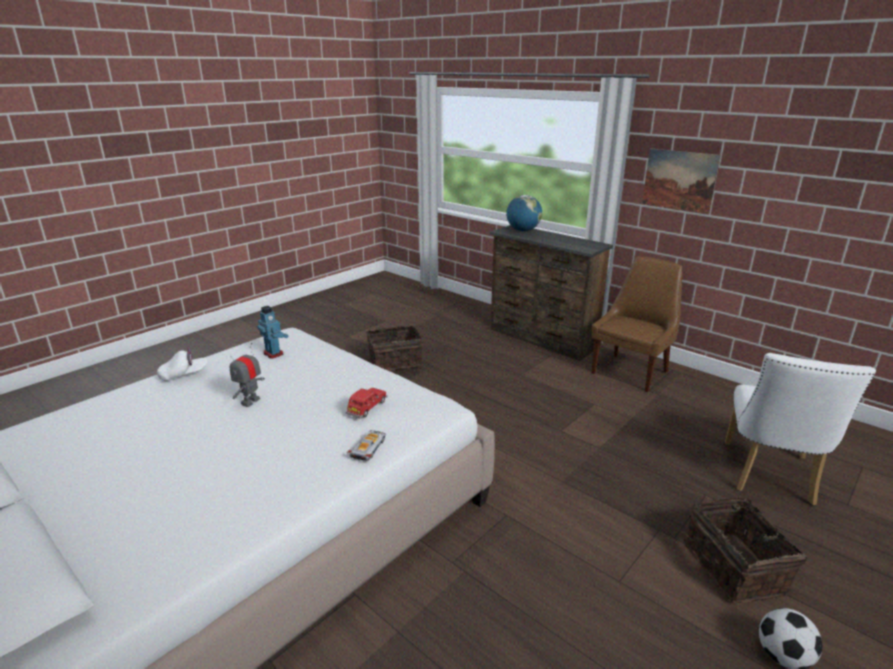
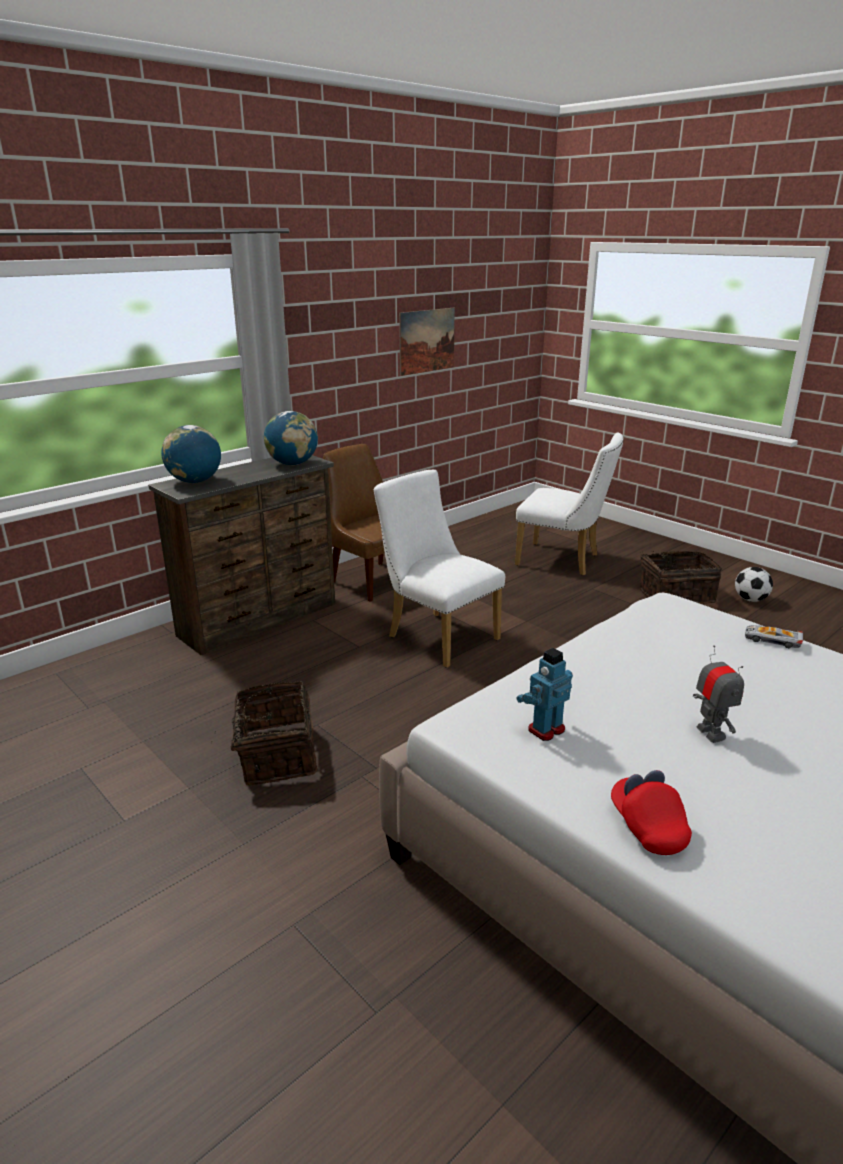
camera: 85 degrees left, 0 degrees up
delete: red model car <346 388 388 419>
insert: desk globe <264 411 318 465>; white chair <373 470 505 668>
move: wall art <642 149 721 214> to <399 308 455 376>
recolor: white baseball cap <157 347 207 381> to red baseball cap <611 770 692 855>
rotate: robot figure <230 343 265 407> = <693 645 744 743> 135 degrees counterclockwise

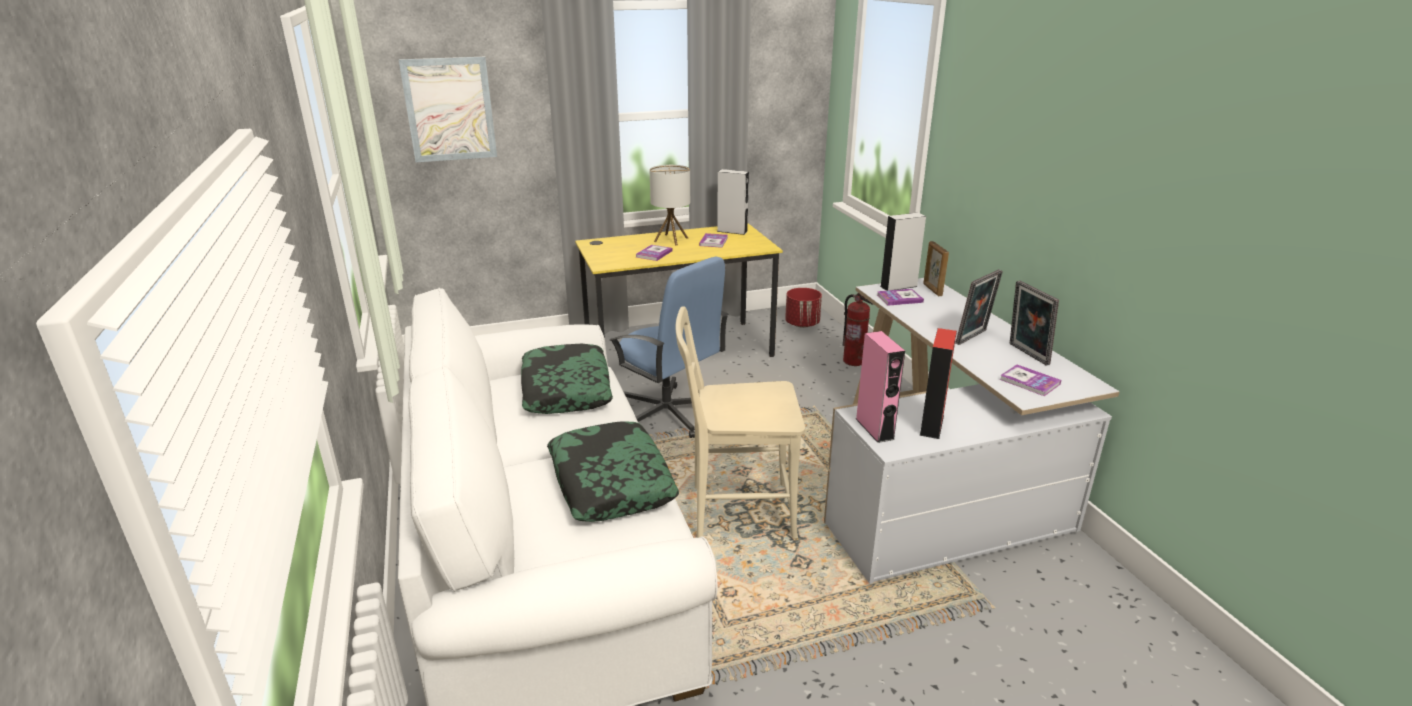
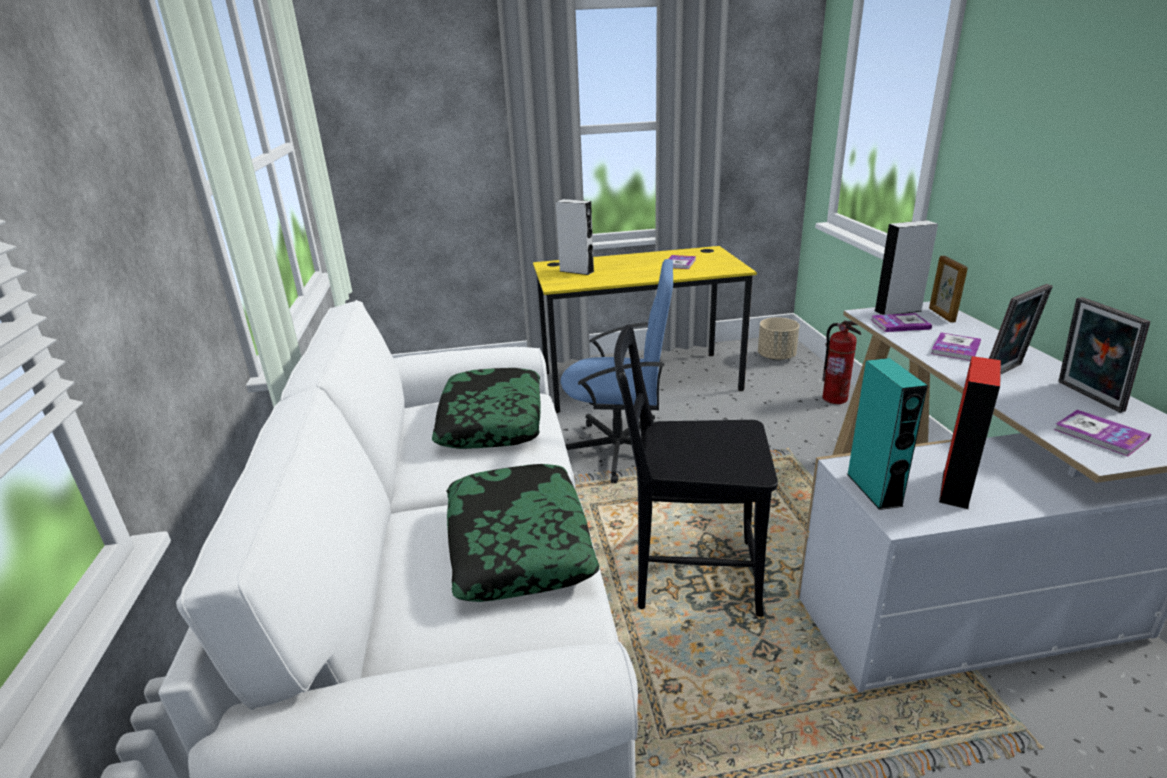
camera: 10 degrees right, 0 degrees up
delete: wall art <399 57 497 162>; lamp for a table <650 165 690 246>
move: greyish loudspeaker <717 169 749 235> to <556 199 595 275>; book <636 245 672 261> to <931 332 981 361>
recolor: beige-coloured chair <675 306 805 539> to black-coloured chair <614 324 778 617>; red flower pot <785 288 822 328> to beige-coloured flower pot <758 317 799 361>; pinkish loudspeaker <856 331 905 443> to turquoise loudspeaker <847 358 928 510>
rotate: bluish desk chair <609 257 729 438> = <560 259 673 483> 45 degrees counterclockwise

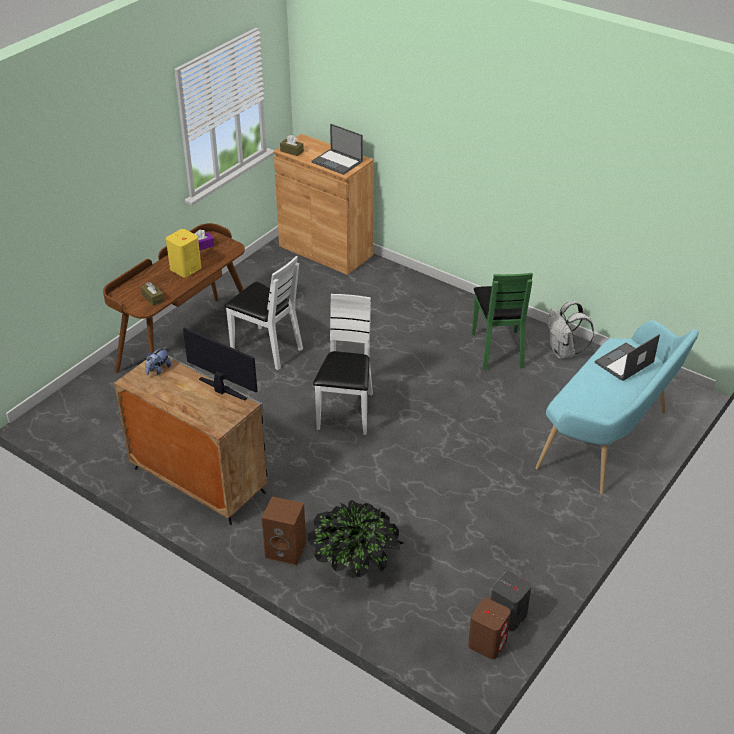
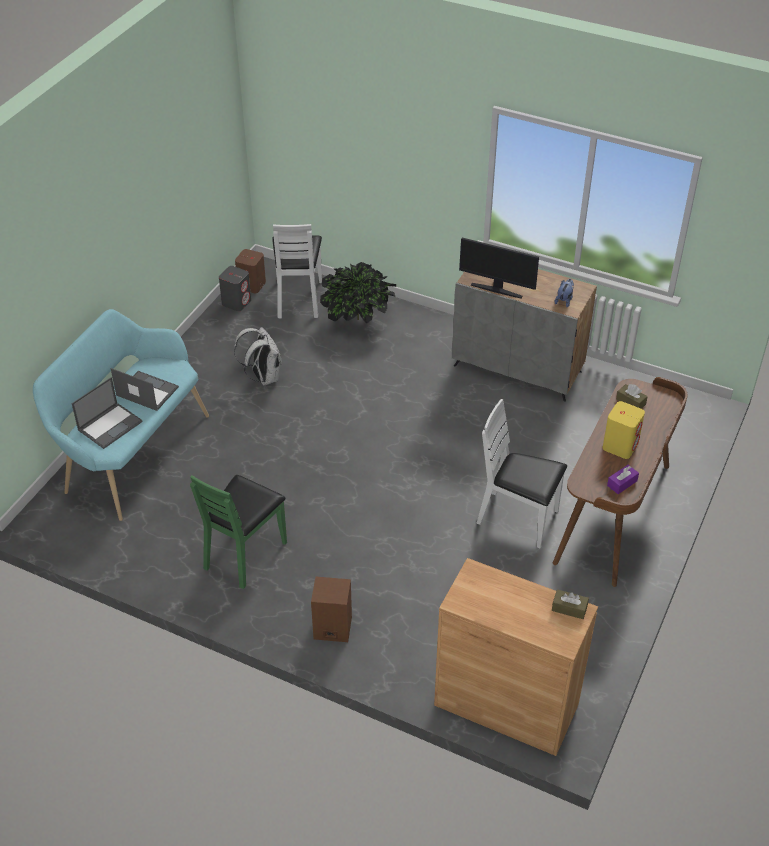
camera: 170 degrees right, 5 degrees up
move: notebook computer <312 123 363 175> to <111 368 179 411>; white knapsack <548 301 594 359> to <234 327 282 386>; white chair <313 294 373 435> to <272 224 322 318>; brown-coloured loudspeaker <262 496 306 565> to <311 577 352 642>
rotate: green-coloured chair <472 273 533 370> = <190 475 287 589> 135 degrees counterclockwise

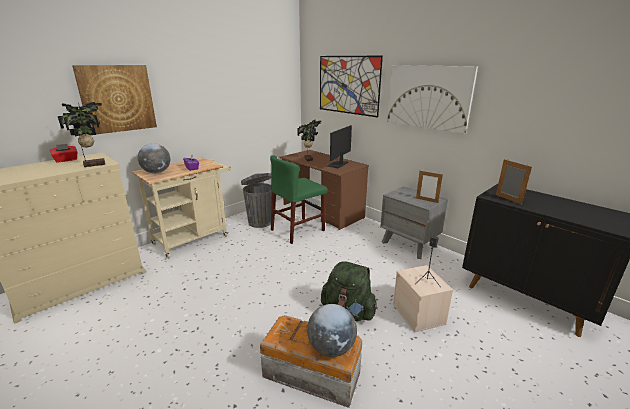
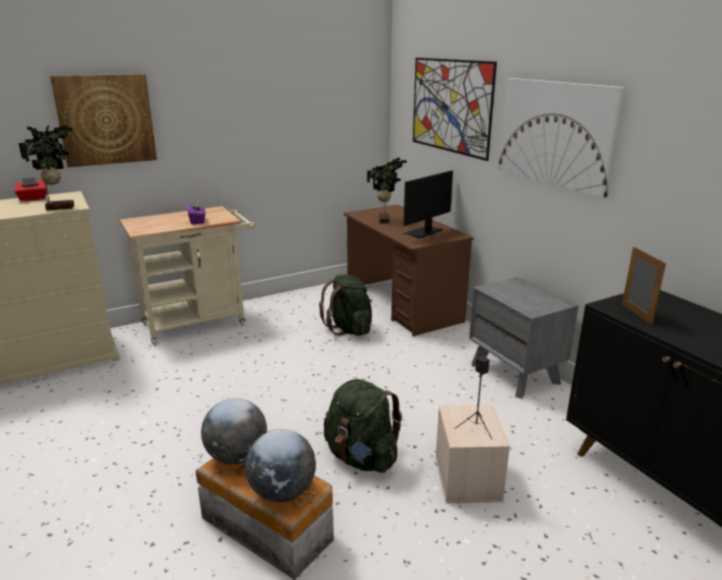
camera: 15 degrees right, 0 degrees up
delete: greyish waste bin <241 173 272 228>; photo frame <416 170 443 203>
move: desk globe <138 144 170 173> to <201 398 267 464>
replace: green-coloured chair <270 155 328 244> to green-coloured knapsack <319 274 372 336>

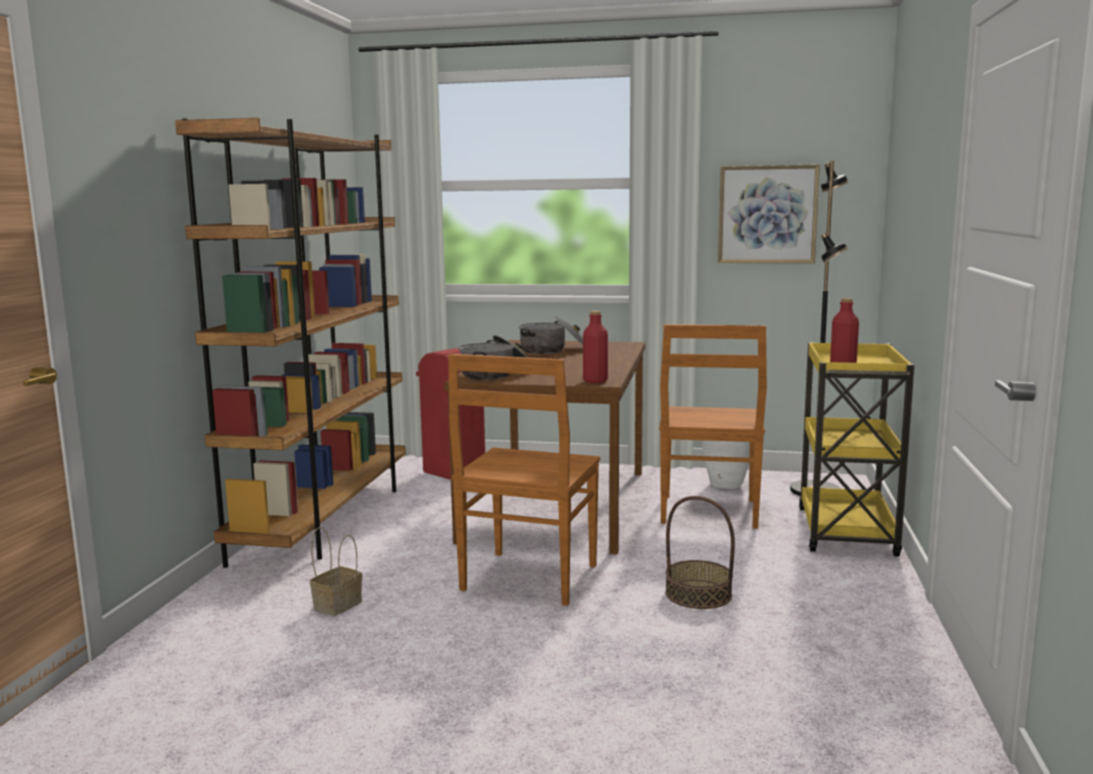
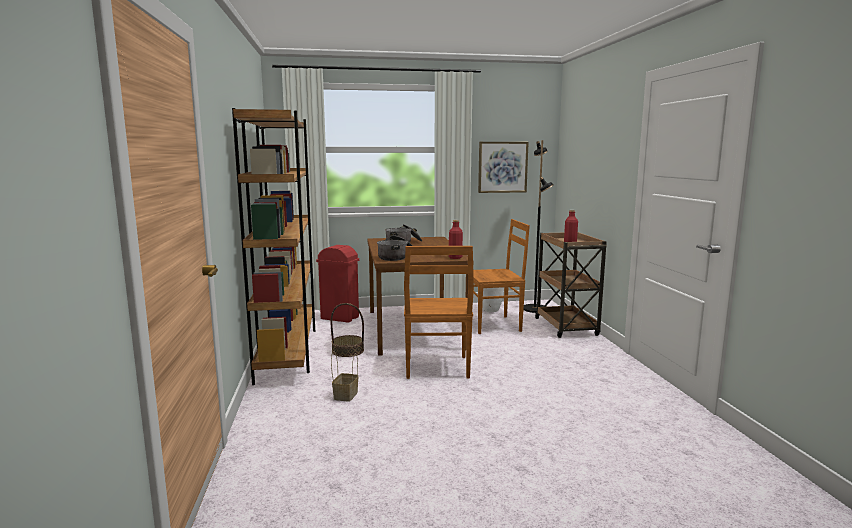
camera: 20 degrees left, 0 degrees up
move: basket <665 496 735 609> to <331 303 364 357>
recolor: yellow-coloured cart <799 342 914 557> to brown-coloured cart <535 232 607 338>
rotate: brown-coloured chair <659 324 767 529> = <473 219 530 334> 90 degrees counterclockwise

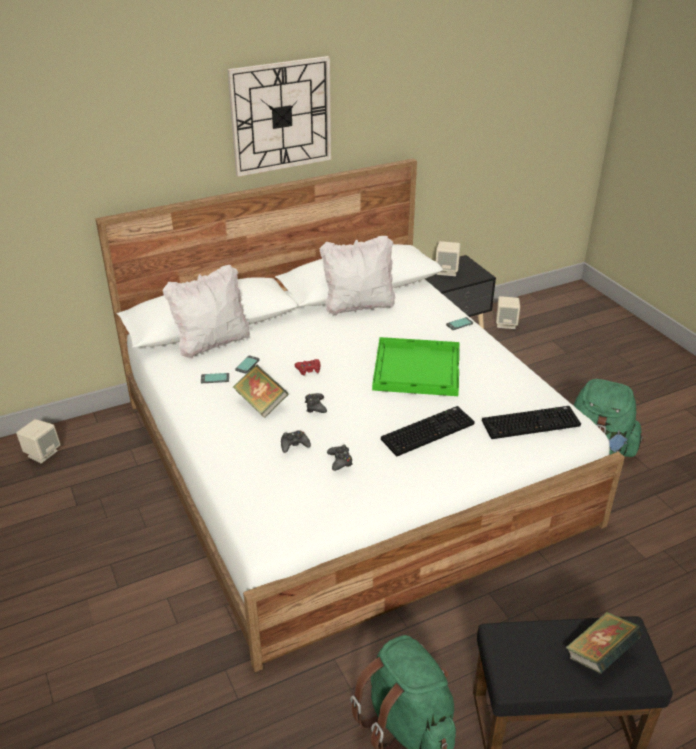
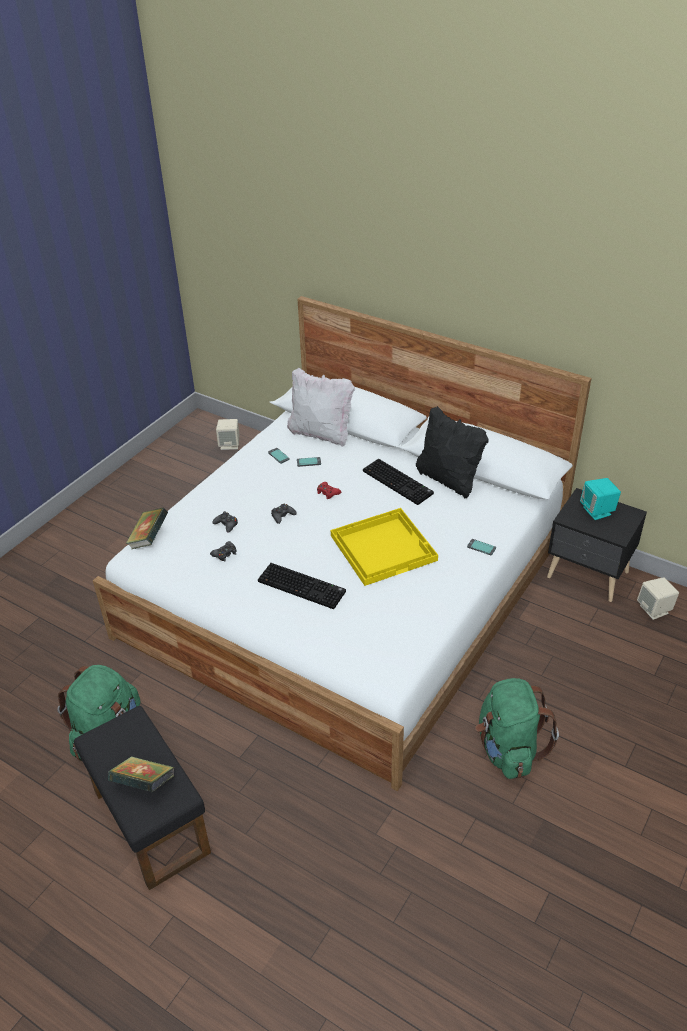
camera: 60 degrees right, 5 degrees up
delete: wall clock <227 56 331 177>
move: book <233 365 288 418> to <126 508 168 549>; keyboard <482 406 581 439> to <363 459 434 505>
recolor: green-coloured serving tray <372 337 459 396> to yellow-coloured serving tray <331 508 438 586>; white throw pillow <320 236 396 316> to black-coloured throw pillow <416 406 489 498>; beige-coloured loudspeaker <435 241 461 276> to turquoise loudspeaker <580 478 621 520>

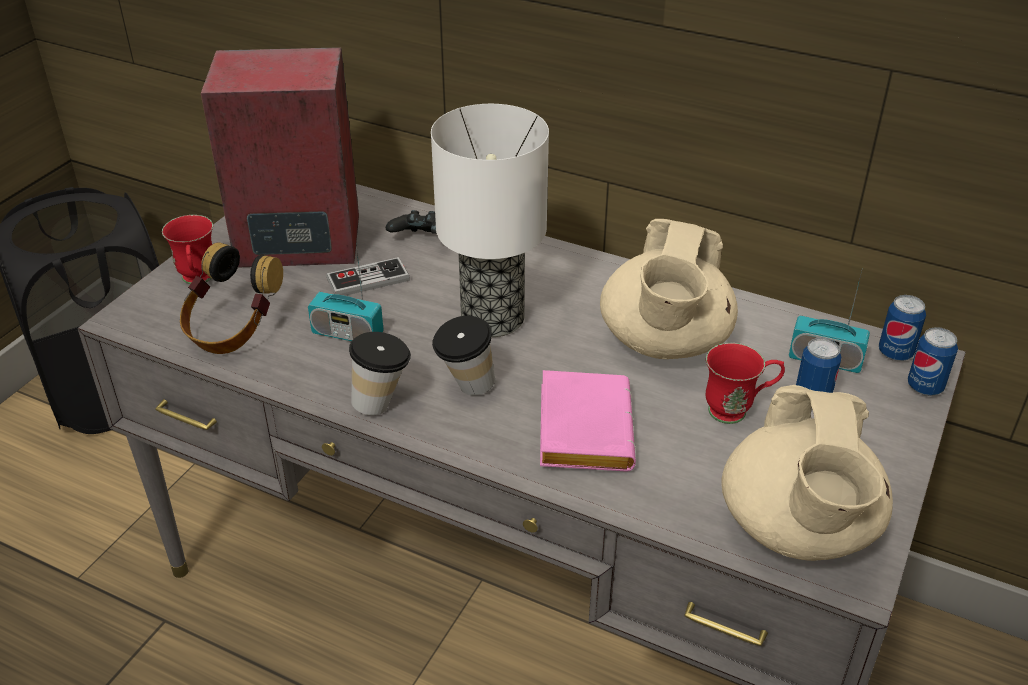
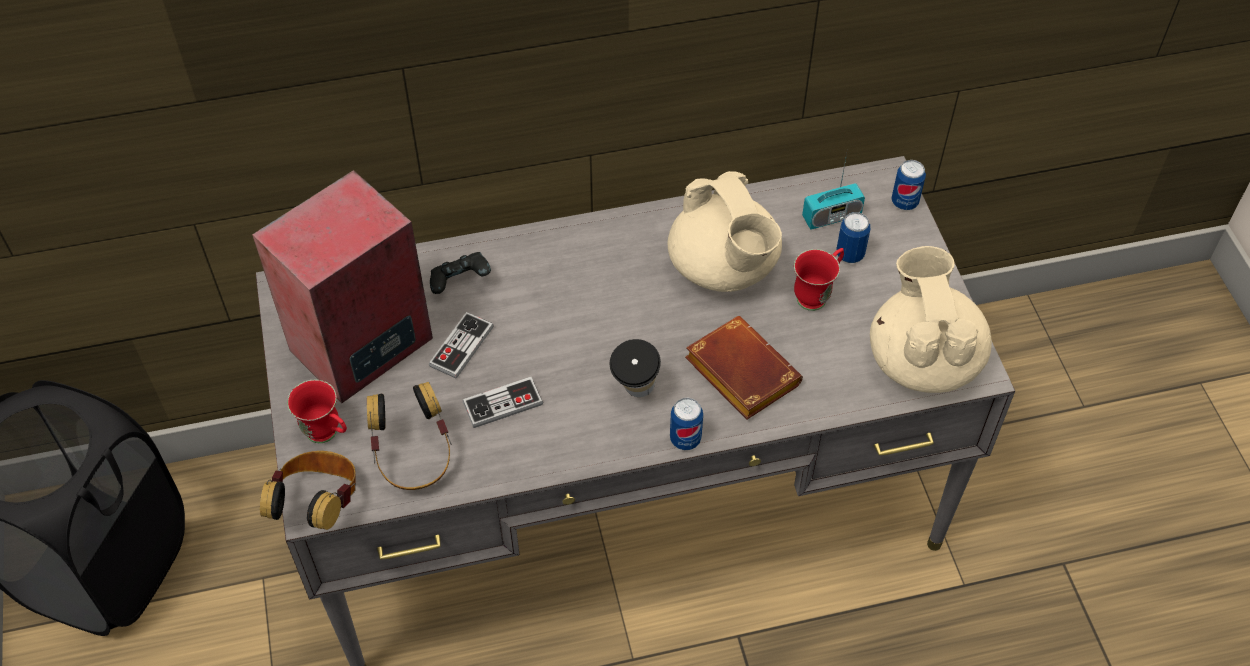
camera: 40 degrees left, 15 degrees up
delete: cup <349 332 411 415>; lamp for a table <431 104 549 337>
insert: headset <260 451 356 530>
move: can <879 295 926 361> to <670 398 703 450>
replace: radio <308 244 384 341> to game controller <462 377 543 428>
recolor: pinkish book <540 370 636 472> to brown-coloured book <685 316 803 420>
rotate: beige-coloured tea pot <722 385 893 561> = <870 246 992 393> 150 degrees counterclockwise

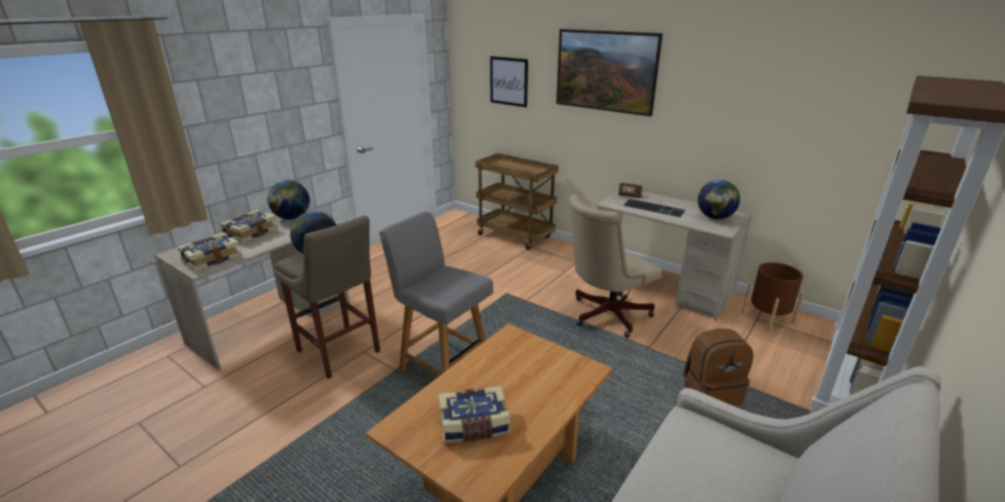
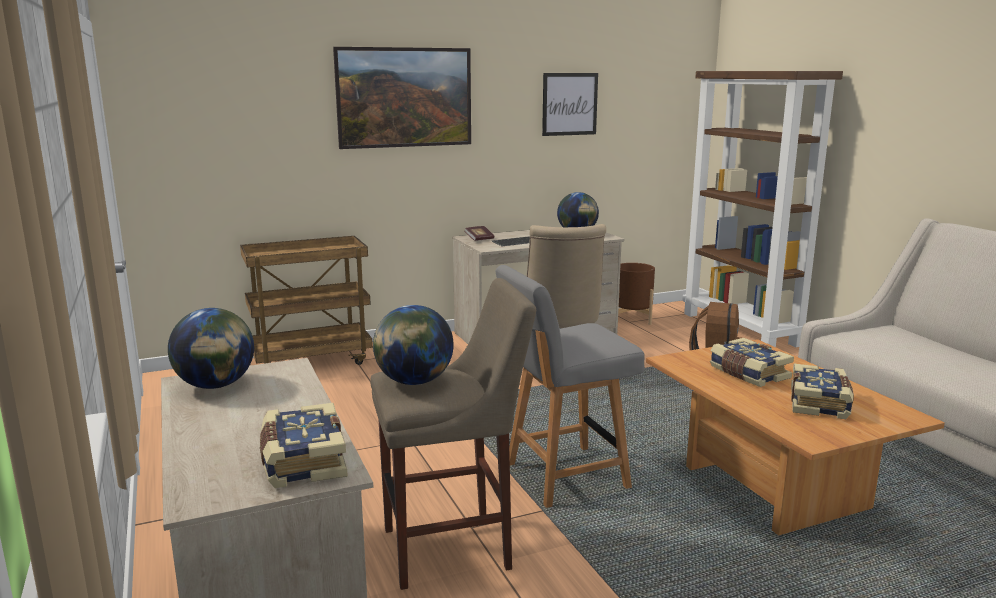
camera: 60 degrees left, 10 degrees down
move: wall art <490 56 528 107> to <542 73 598 136>; book <220 210 278 243> to <710 338 794 387>

